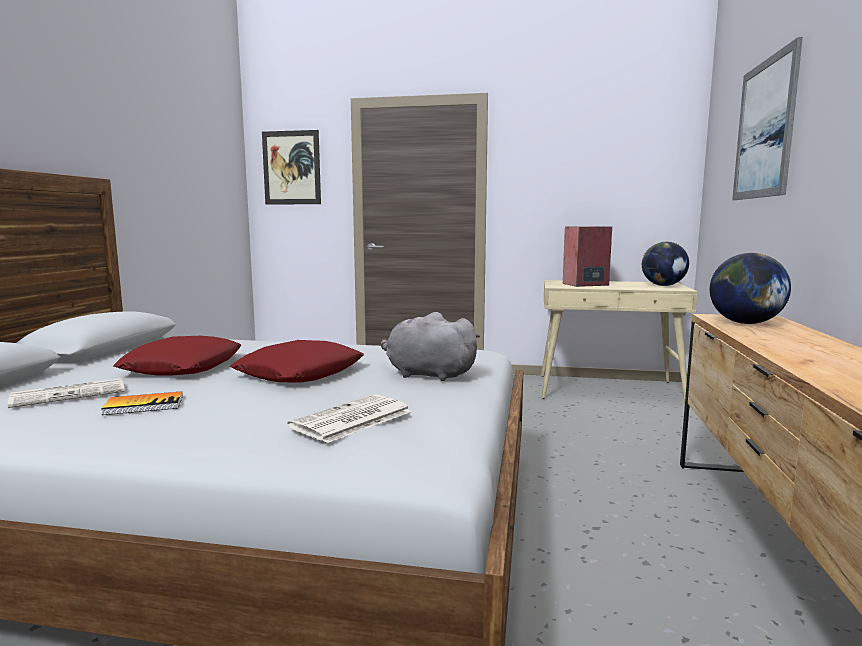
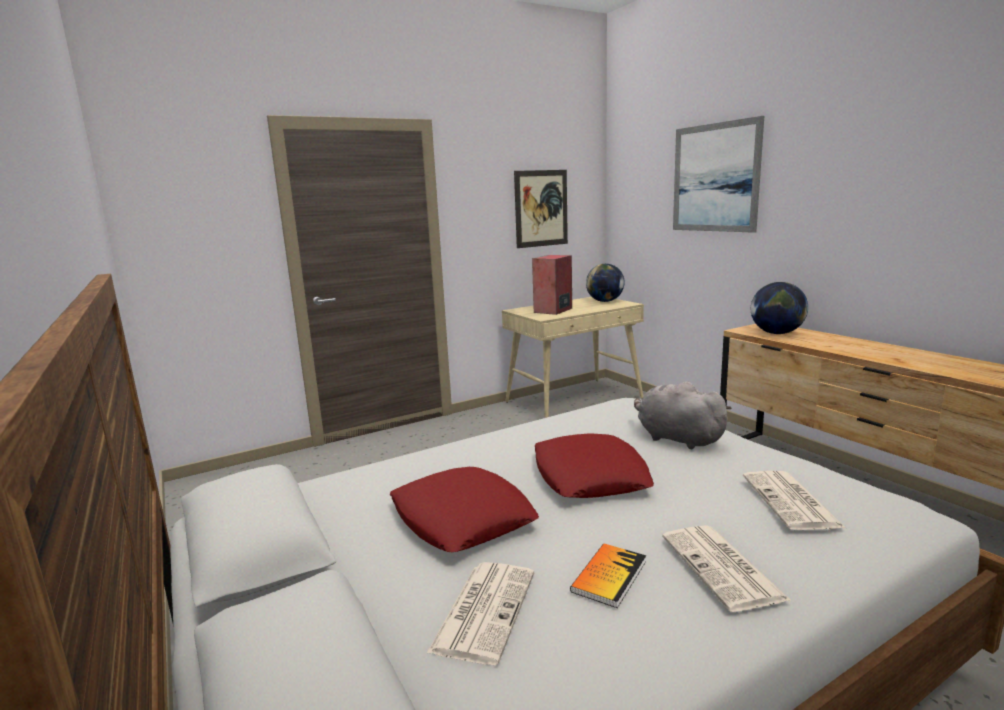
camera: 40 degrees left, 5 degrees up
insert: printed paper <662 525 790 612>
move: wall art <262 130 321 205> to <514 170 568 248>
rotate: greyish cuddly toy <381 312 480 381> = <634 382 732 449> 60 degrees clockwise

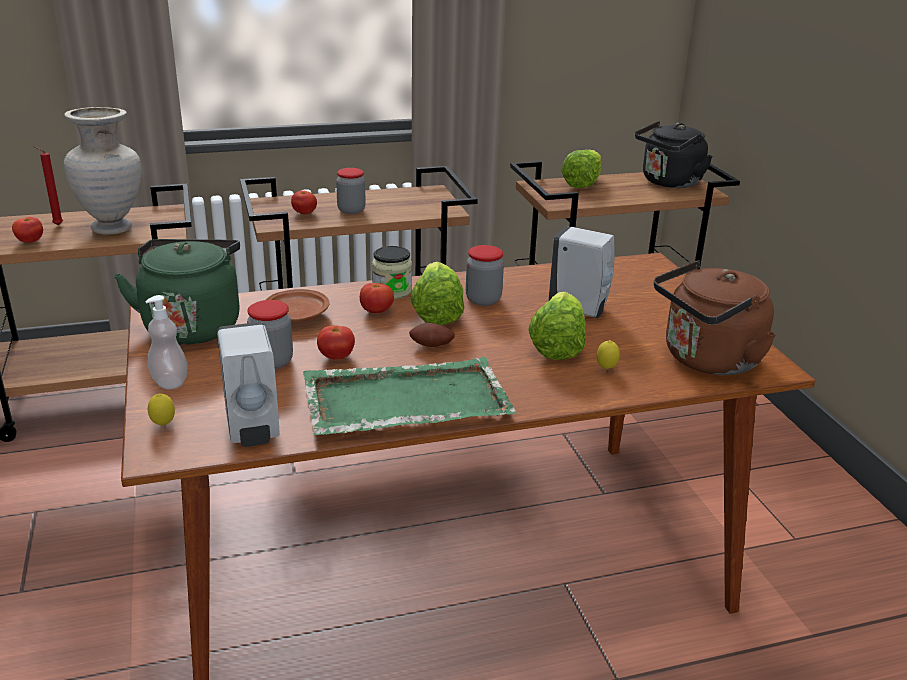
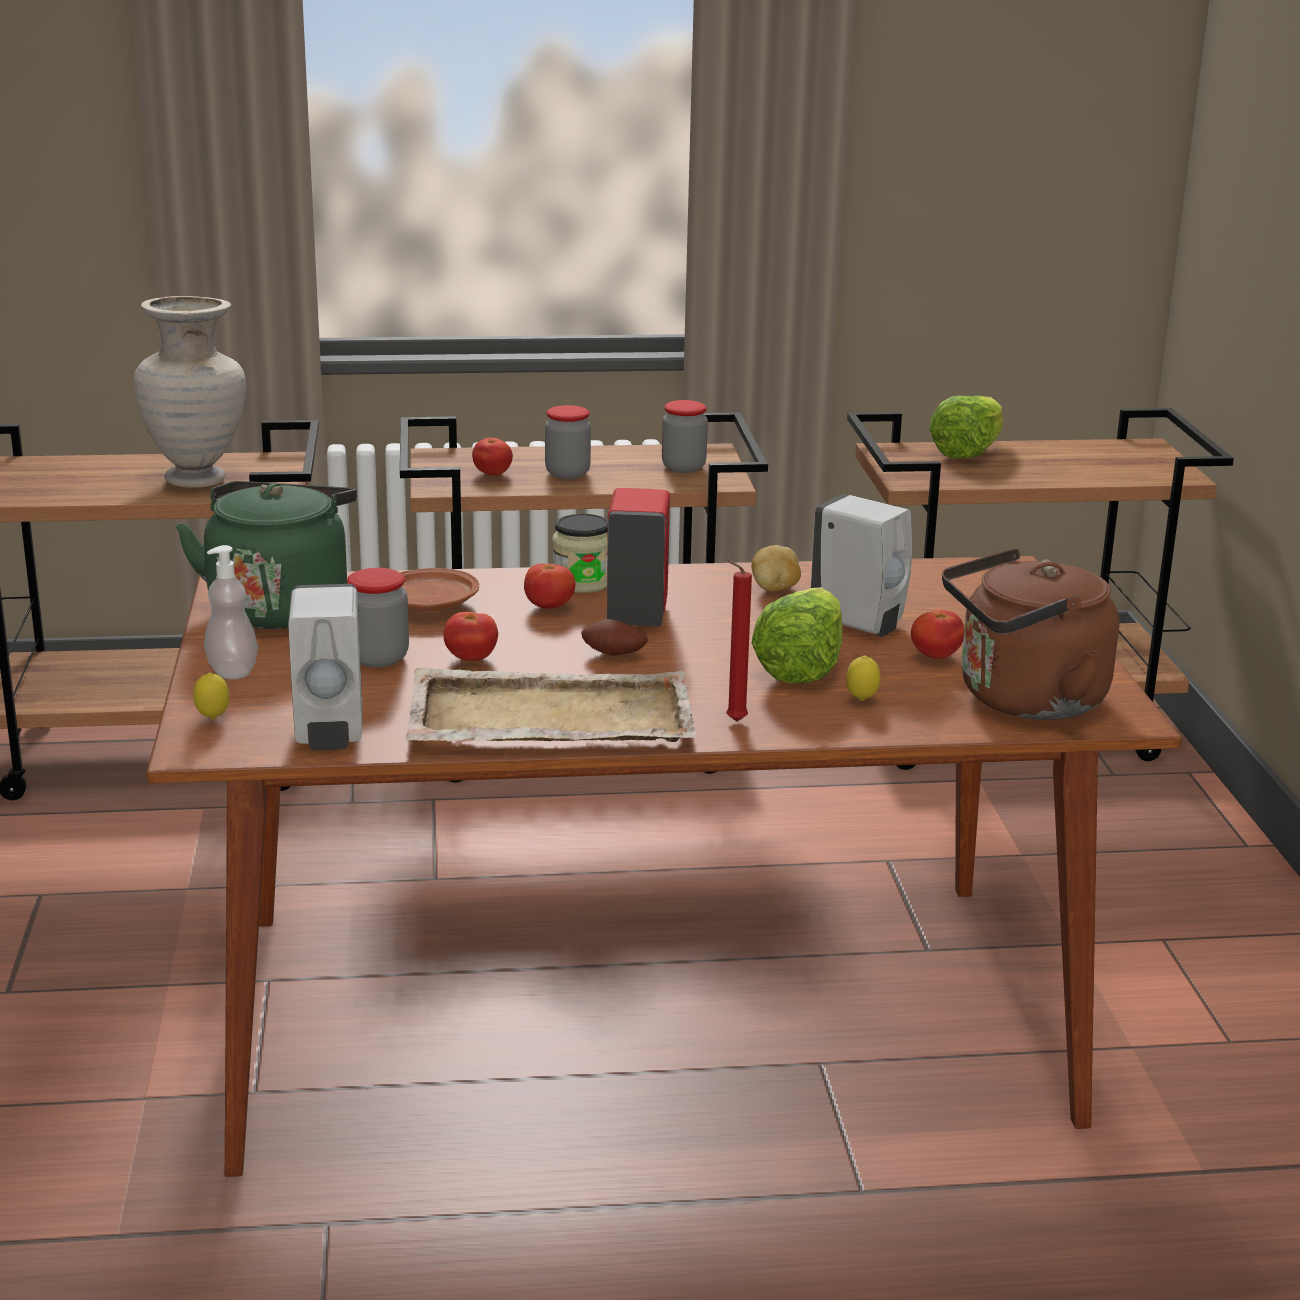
camera: 10 degrees right, 5 degrees down
delete: black-coloured kettle <635 121 713 188>
insert: potato <751 545 801 592>
move: preserve jar <466 245 504 306> to <662 400 708 473>; red candle <33 146 63 225> to <725 559 752 722>; whole tomato <12 217 43 243> to <911 610 964 659>
replace: lettuce <410 262 464 325> to red soap bottle <607 488 670 627>
recolor: green-coloured serving tray <303 357 517 435> to beige-coloured serving tray <405 668 697 742>

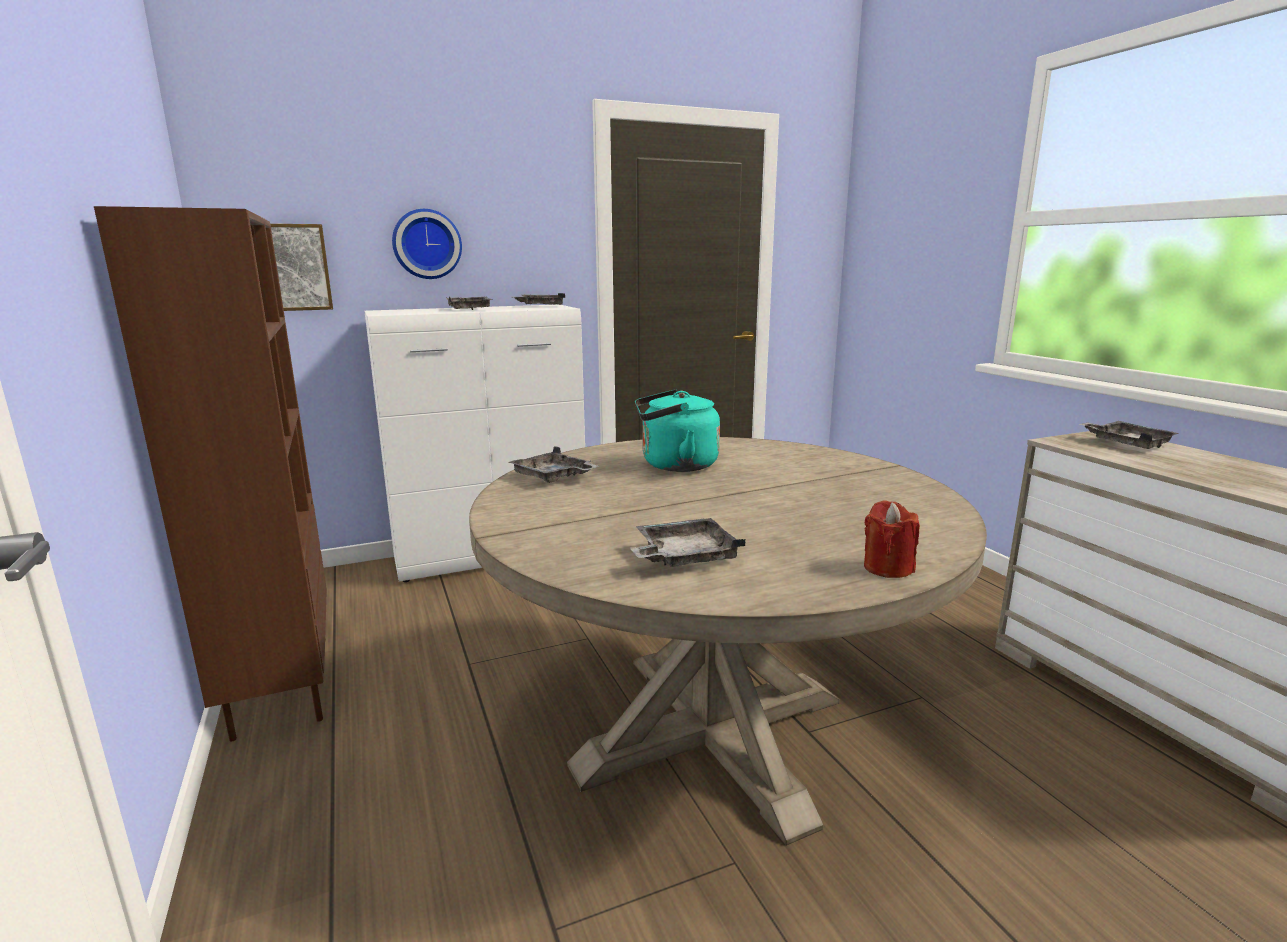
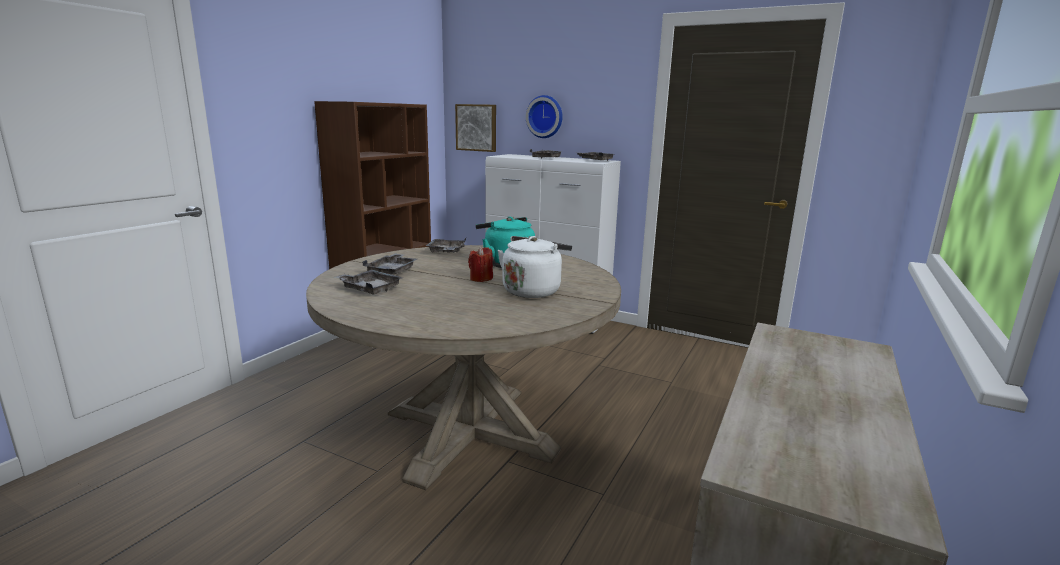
camera: 50 degrees right, 0 degrees up
insert: white kettle <498 236 572 298>
move: greyish serving tray <1078 421 1179 449> to <362 253 417 274>; red candle <864 500 920 578> to <468 246 493 282>

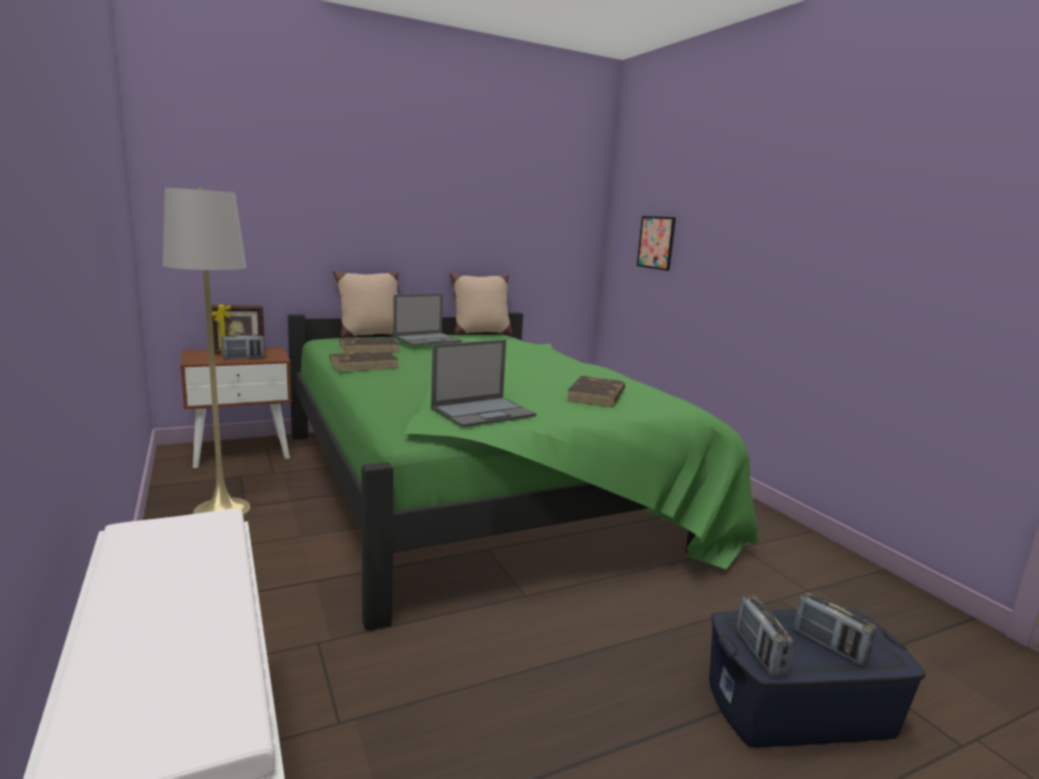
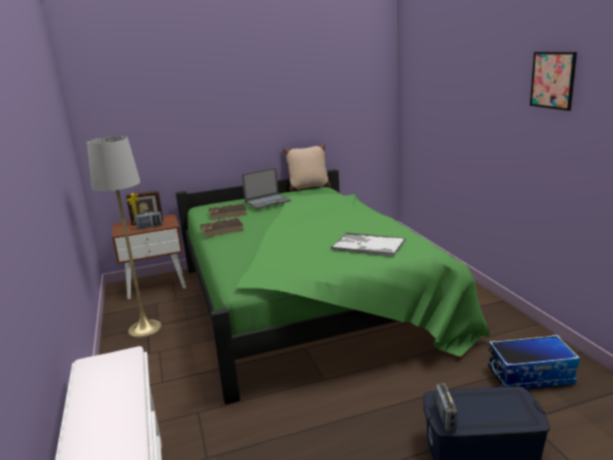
camera: 10 degrees right, 5 degrees up
delete: beige-coloured throw pillow <333 270 399 338>; notebook computer <431 340 536 428>; radio <793 592 877 666>
insert: storage container <488 335 580 389>
move: wall art <637 216 676 271> to <530 52 577 111>
replace: brown-coloured book <566 376 625 407> to serving tray <331 233 406 257>

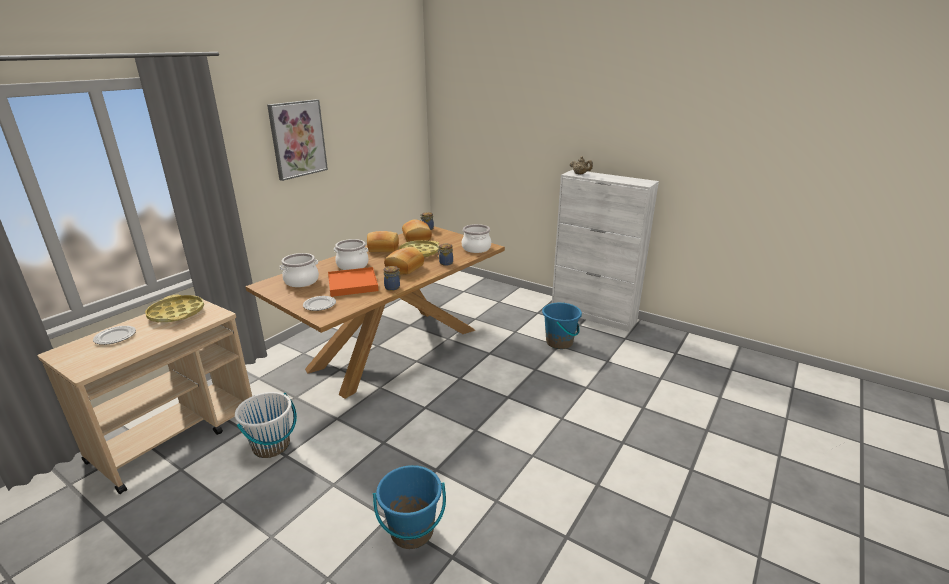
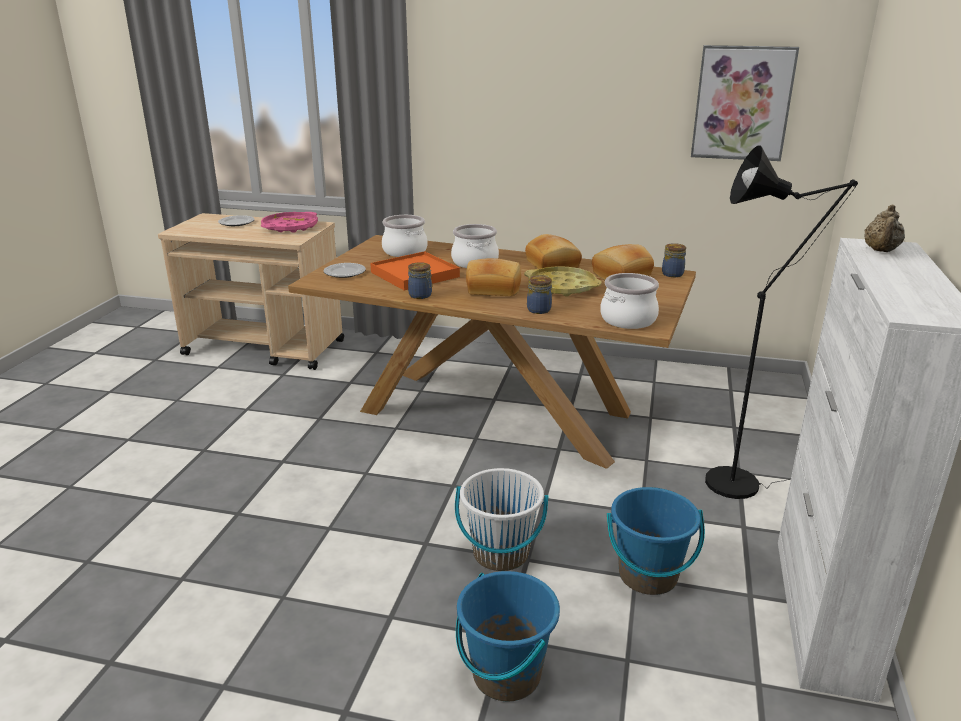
camera: 70 degrees right, 0 degrees up
insert: black-coloured standing lamp <705 146 858 499>
move: white pail <235 392 297 458> to <455 468 549 571>; bluish pail <373 465 446 549> to <456 571 560 702>; wall art <267 99 328 181> to <691 45 799 161>
recolor: yellow-coloured serving tray <145 295 204 322> to pinkish serving tray <261 212 318 233>

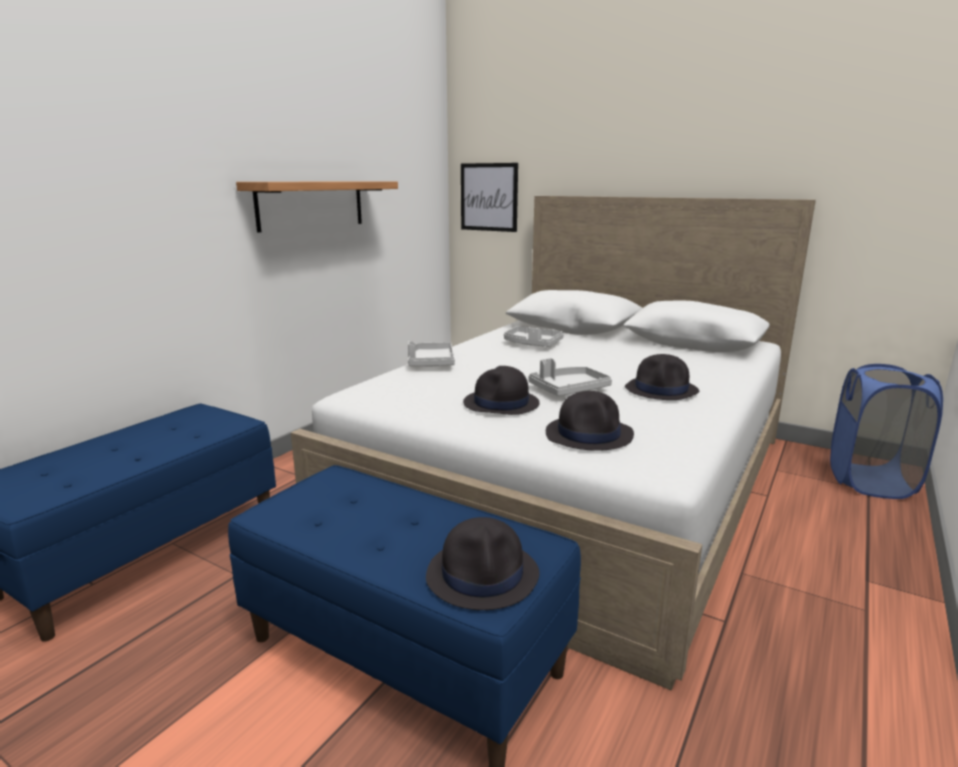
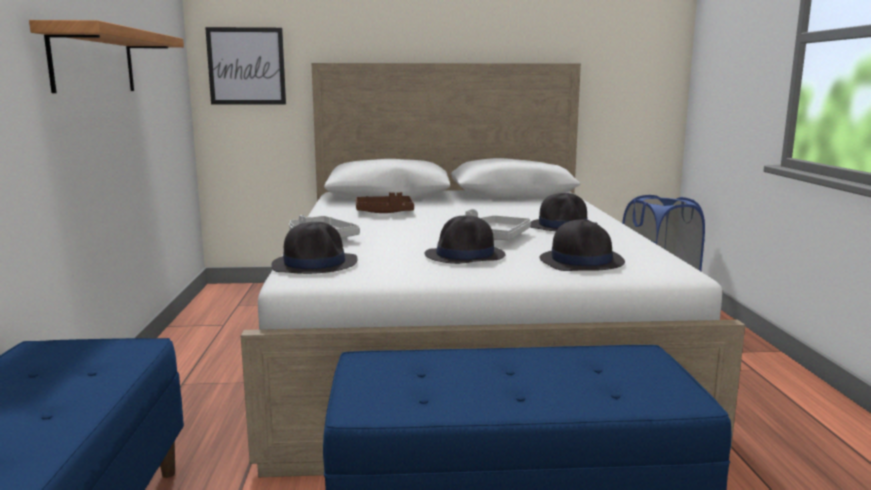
camera: 35 degrees left, 5 degrees down
move: black-coloured wearable hat <426 517 540 610> to <271 222 358 274>
recolor: greyish serving tray <504 326 564 347> to brown-coloured serving tray <356 192 414 213>

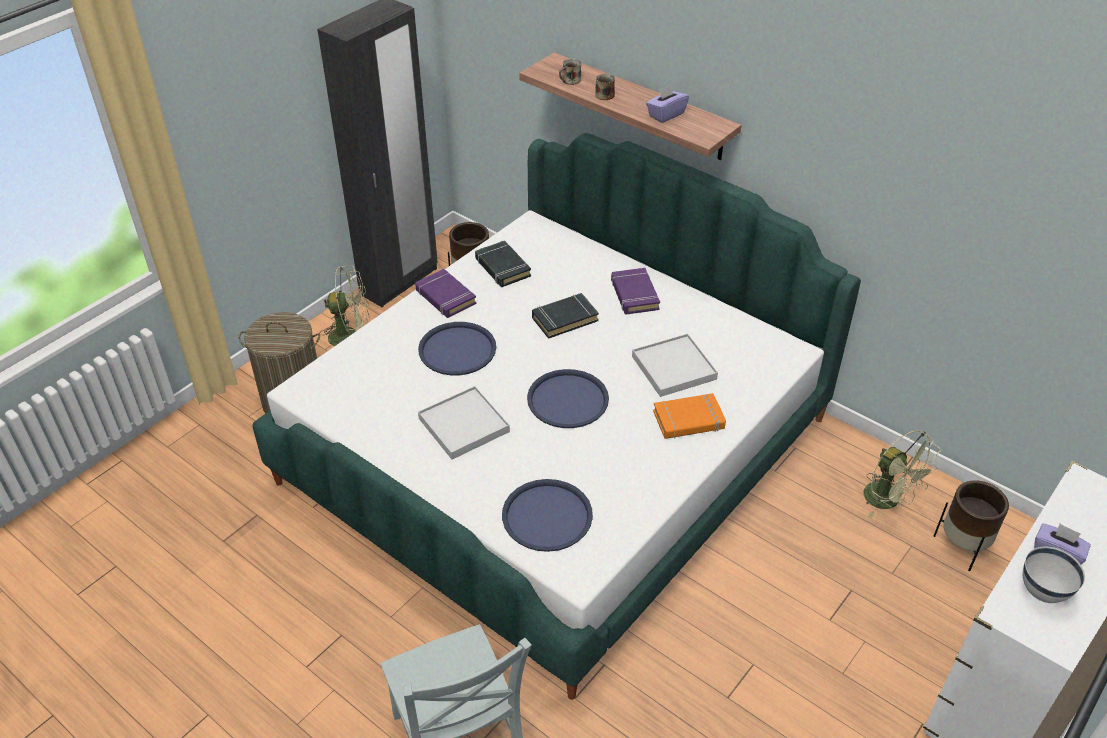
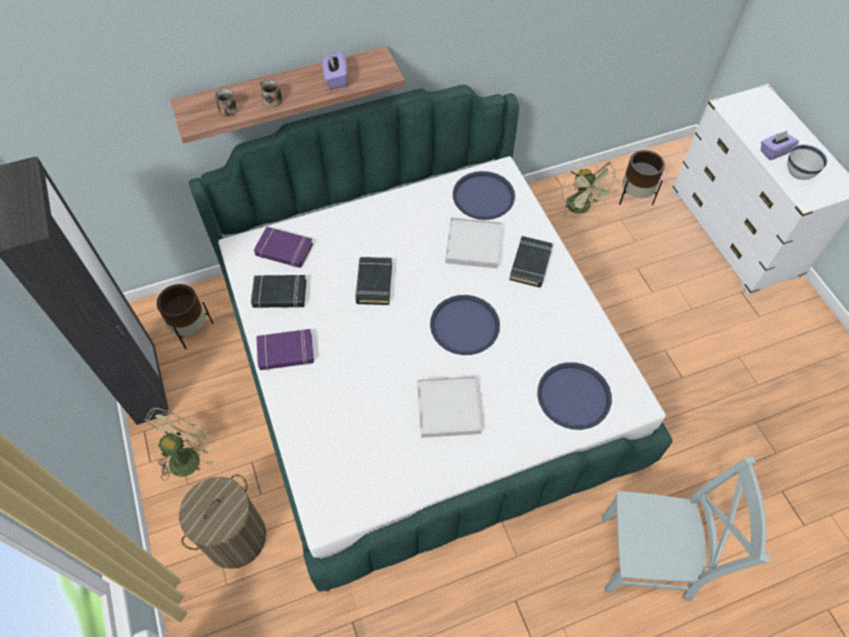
camera: 60 degrees left, 15 degrees up
move: purple-coloured book <611 268 660 315> to <254 227 313 268>; bluish serving tray <418 322 496 376> to <453 171 515 220>
recolor: orange book <653 393 726 439> to black-coloured book <509 236 553 288>
rotate: green-coloured electric fan <863 431 941 519> = <562 159 619 217> 75 degrees clockwise

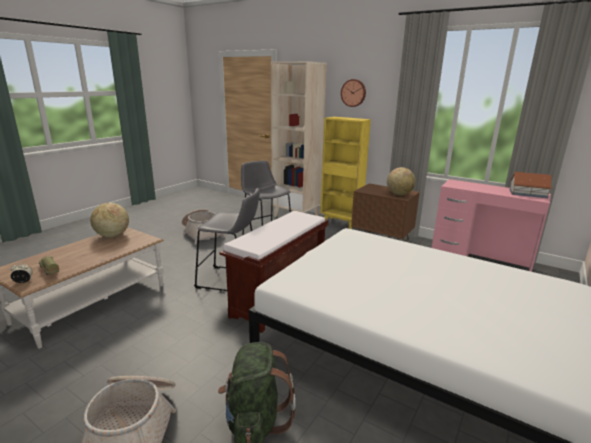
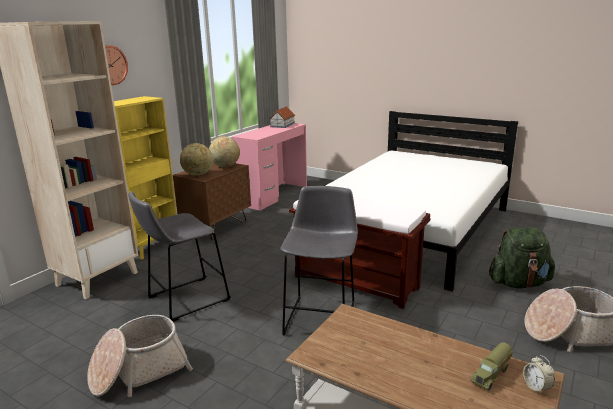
camera: 90 degrees left, 0 degrees up
move: desk globe <90 203 129 237> to <180 143 213 176>

